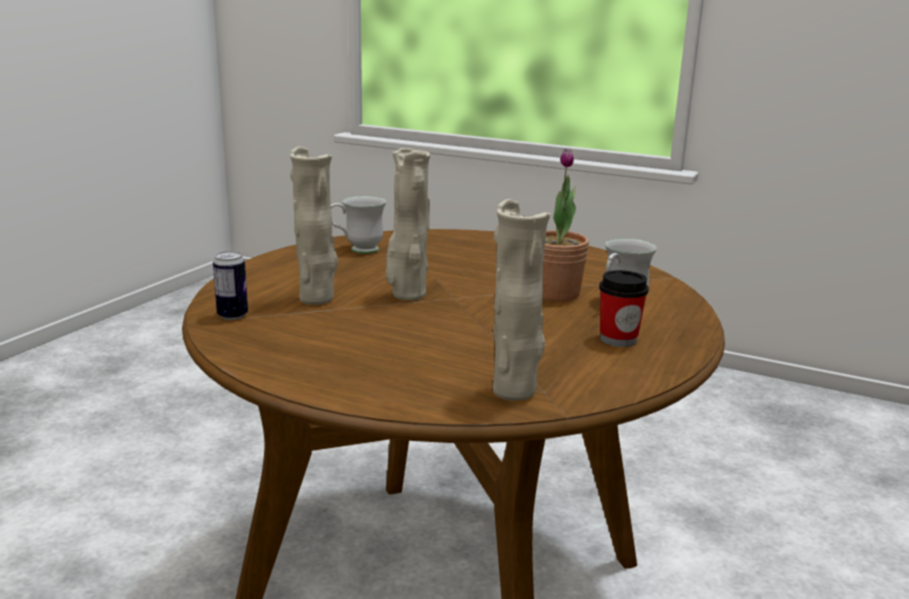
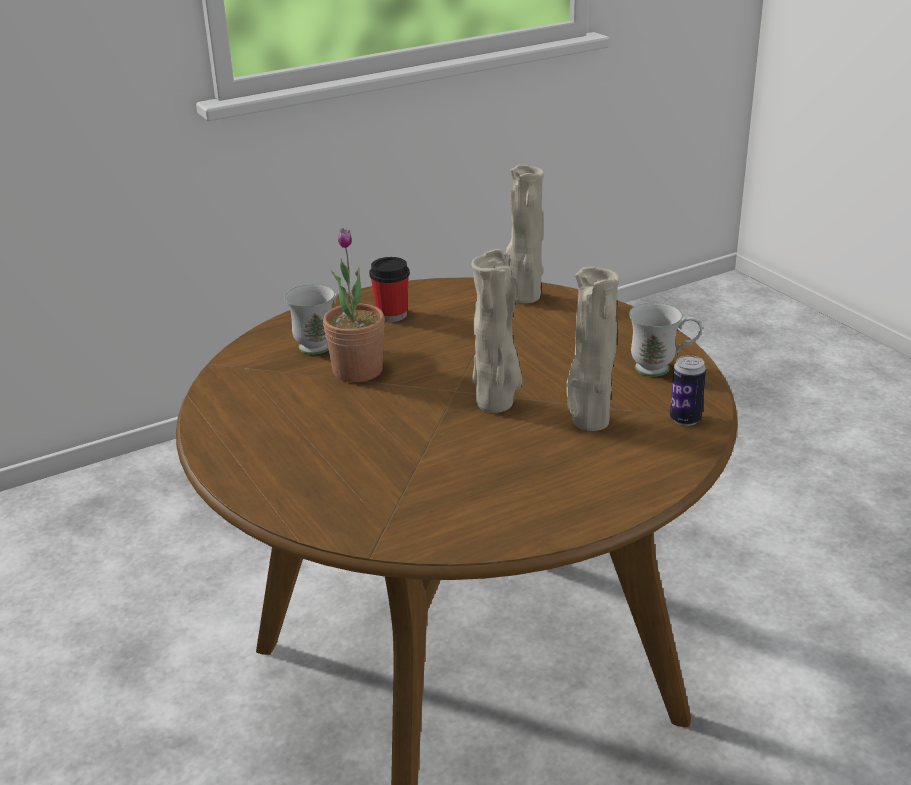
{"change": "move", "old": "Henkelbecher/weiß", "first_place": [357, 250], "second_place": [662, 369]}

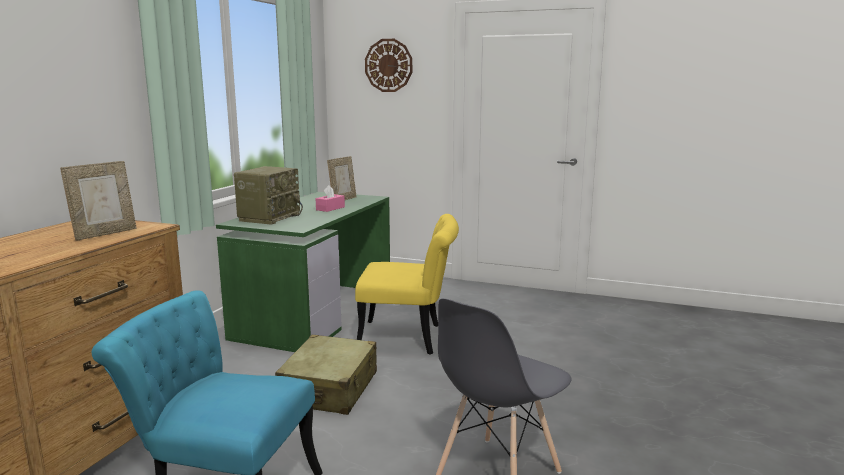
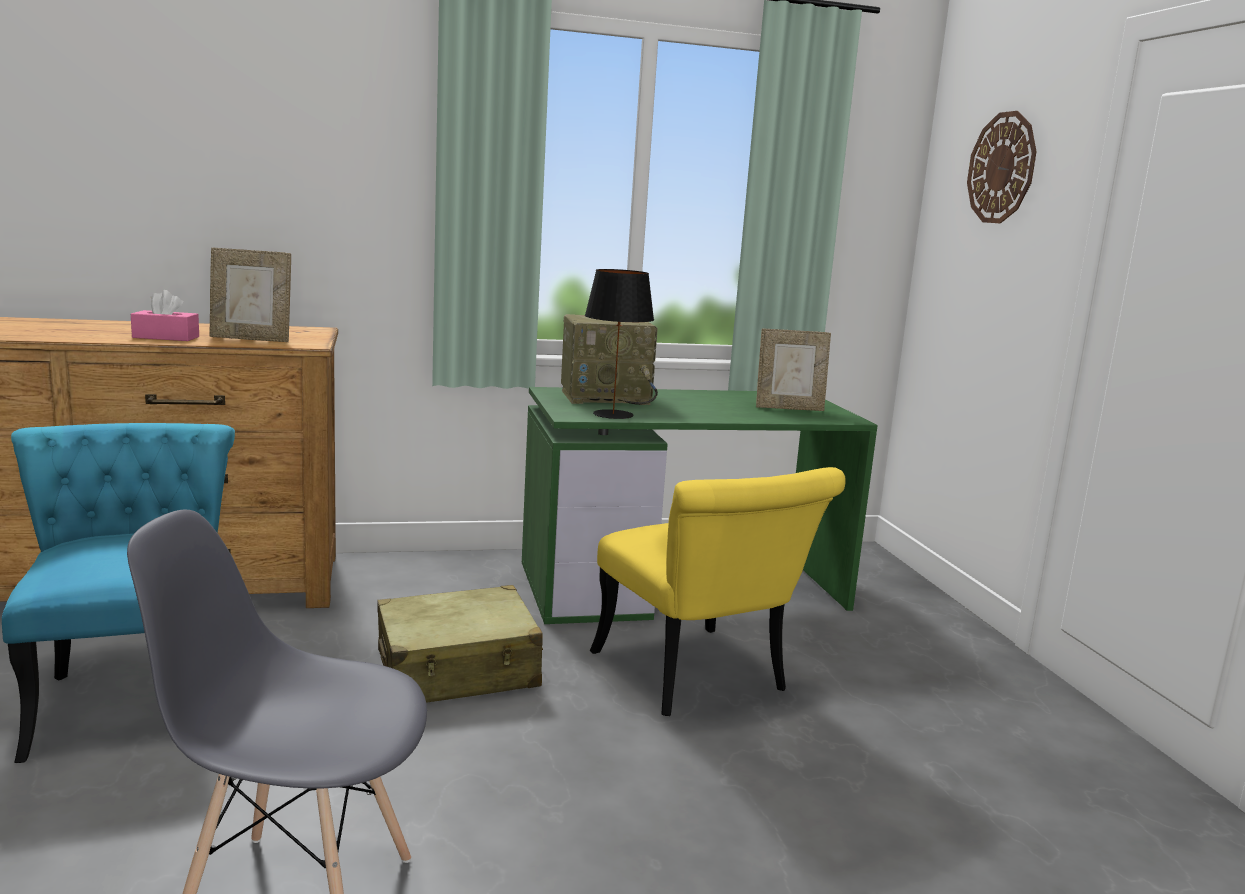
{"change": "move", "old": "Taschentuchbox/rosa", "first_place": [330, 208], "second_place": [166, 337]}
{"change": "insert", "new": "Tischlampe/schwarz", "second_place": [613, 414]}

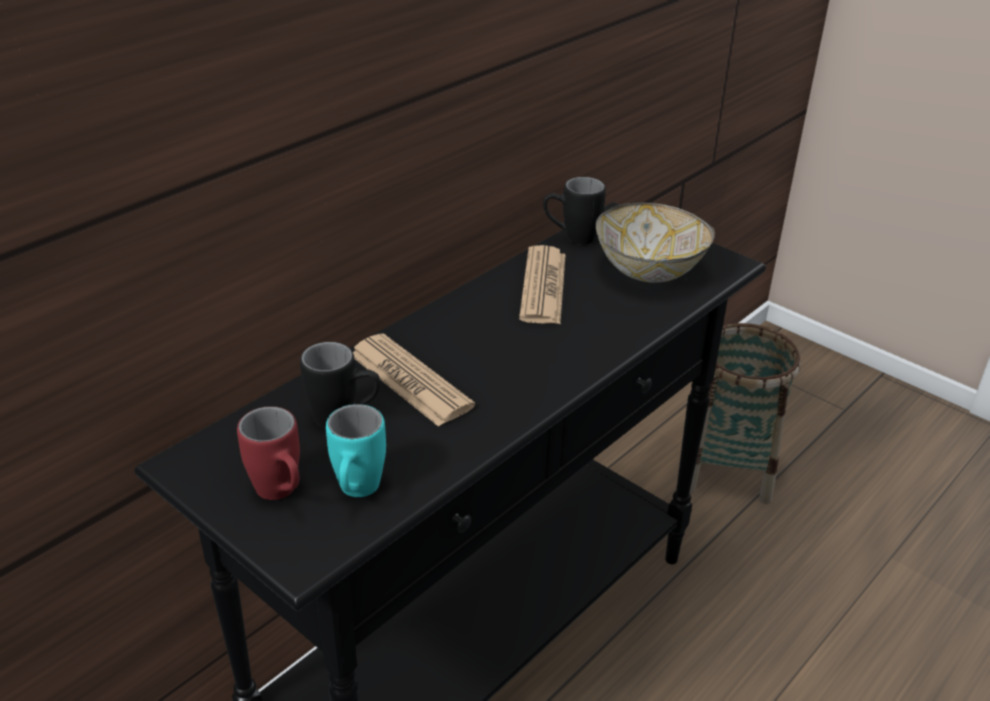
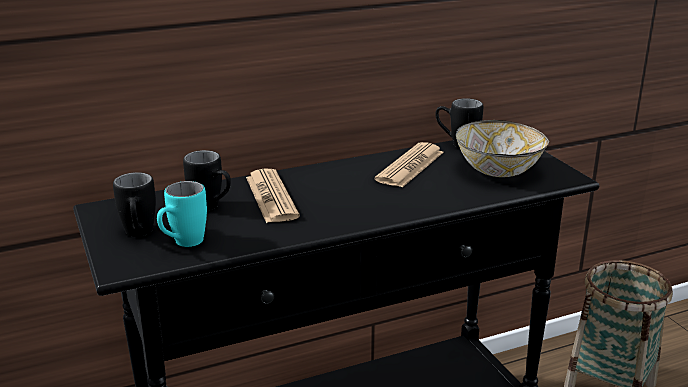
{"change": "recolor", "old": "Henkelbecher/rot", "new": "Henkelbecher/schwarz", "first_place": [282, 494], "second_place": [139, 235]}

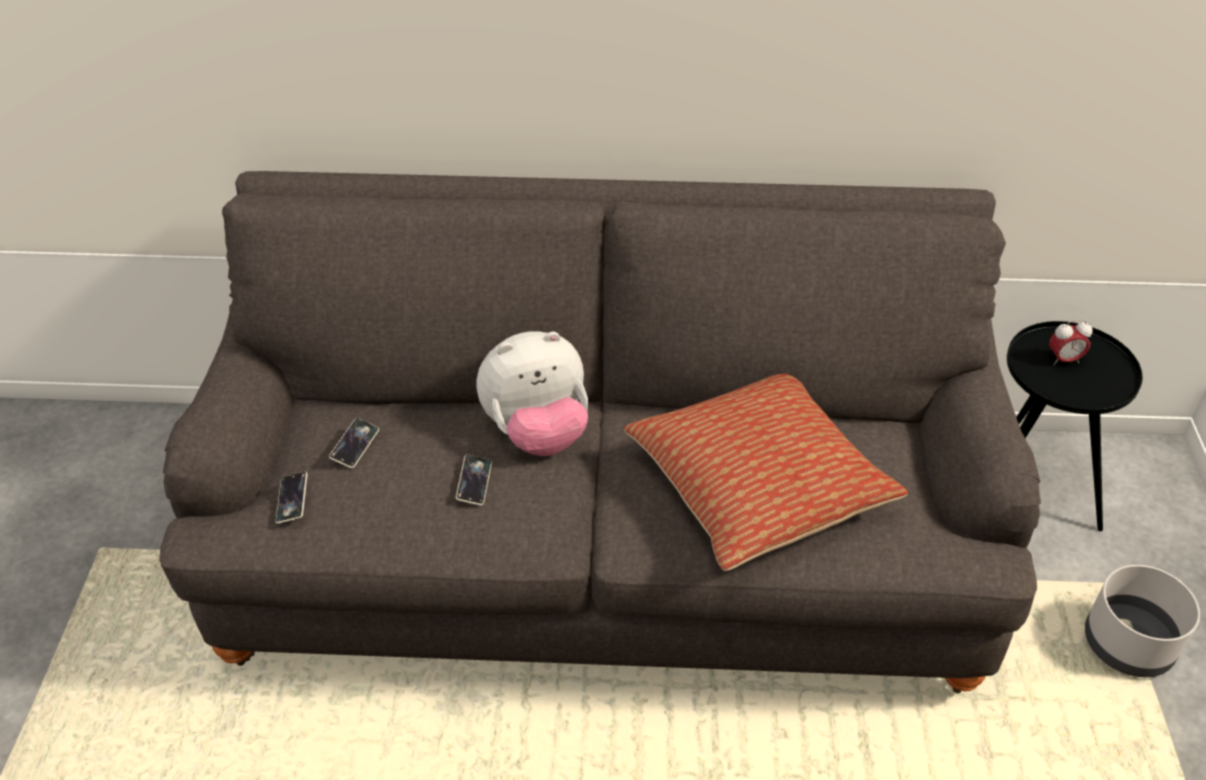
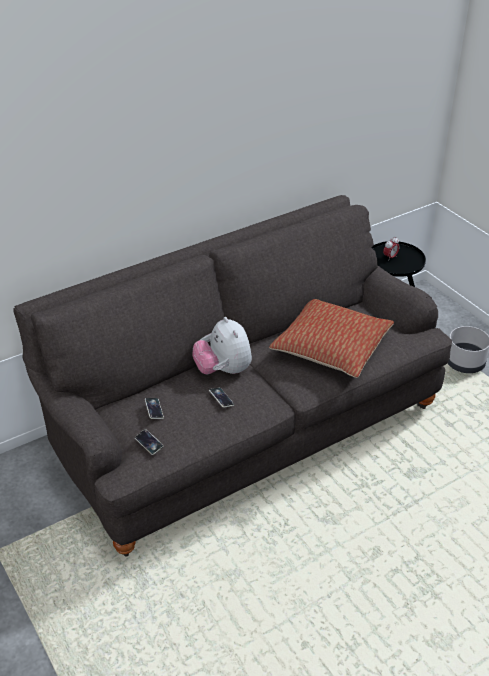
{"change": "rotate", "old": "Plüschtier", "first_place": [537, 433], "second_place": [223, 370], "degrees": 120}

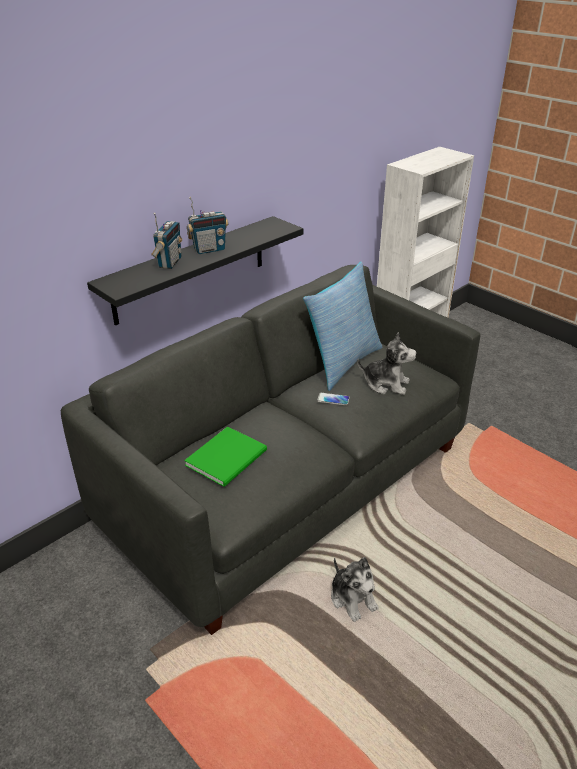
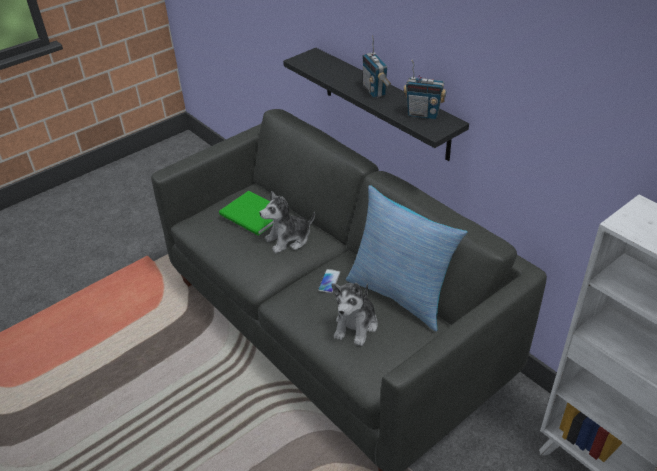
{"change": "move", "old": "Radio", "first_place": [169, 263], "second_place": [423, 114]}
{"change": "move", "old": "Plüschtier", "first_place": [352, 598], "second_place": [288, 239]}

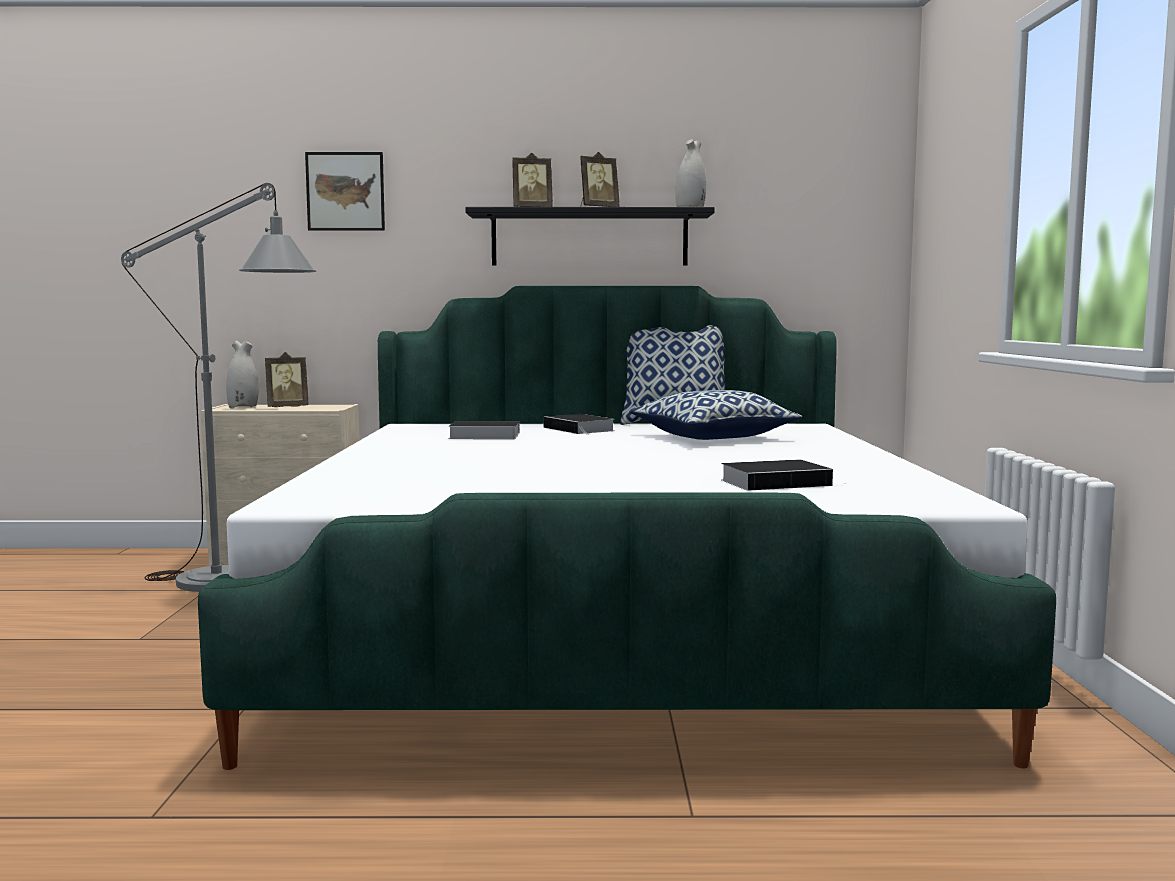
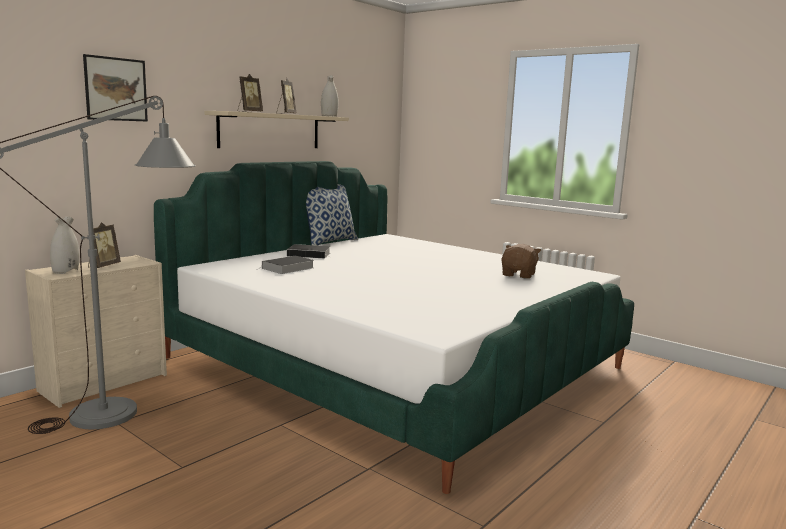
{"change": "recolor", "old": "Wandregal/schwarz", "new": "Wandregal/beige", "first_place": [589, 239], "second_place": [270, 131]}
{"change": "delete", "old": "Kissen", "first_place": [713, 437]}
{"change": "replace", "old": "Buch", "new": "Plüschtier/braun", "first_place": [777, 482], "second_place": [519, 275]}

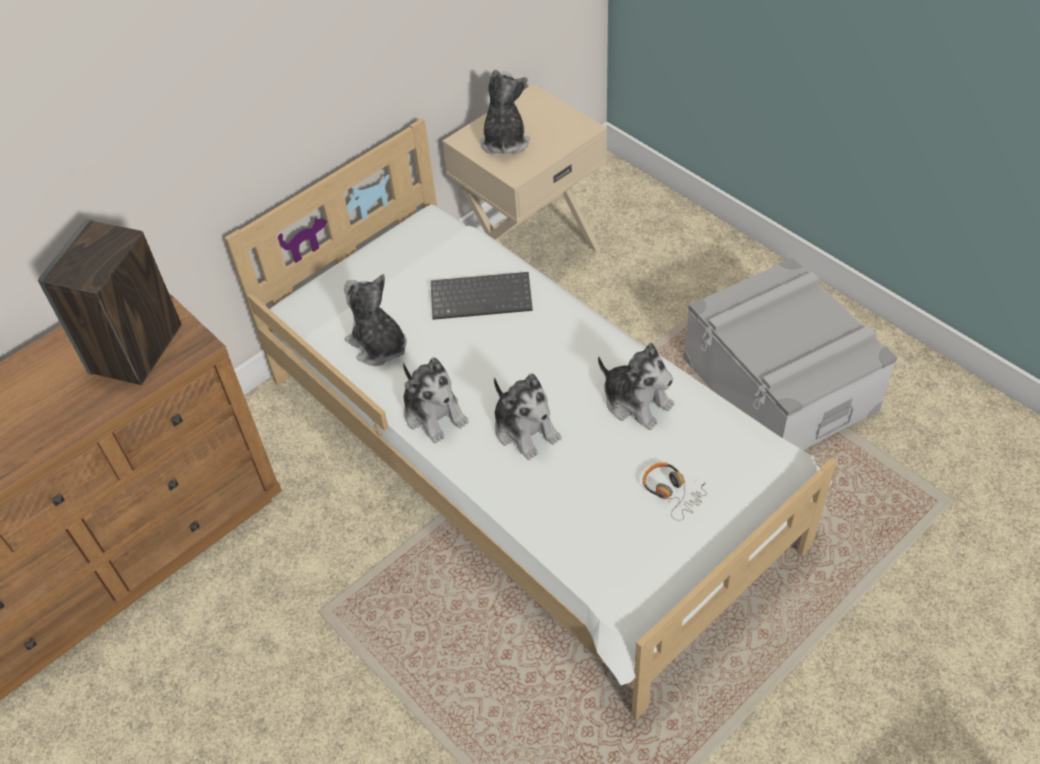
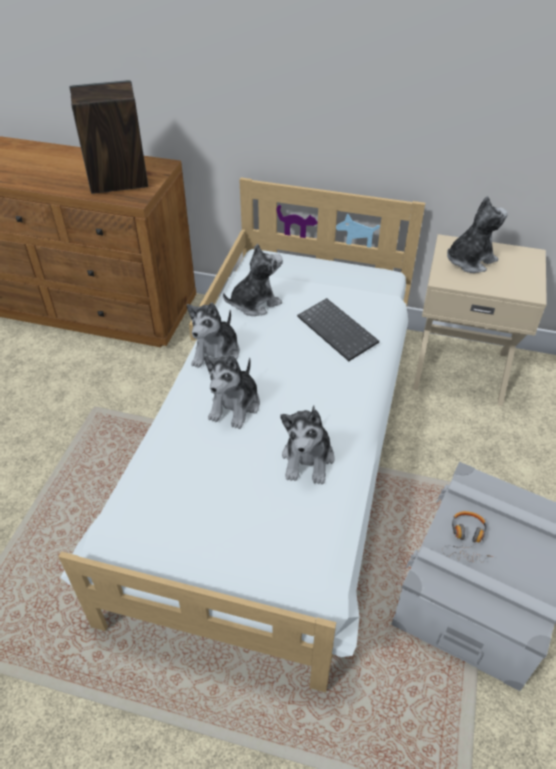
{"change": "rotate", "old": "Plüschtier", "first_place": [378, 346], "second_place": [254, 303], "degrees": 45}
{"change": "move", "old": "Kopfhörer", "first_place": [672, 492], "second_place": [466, 540]}

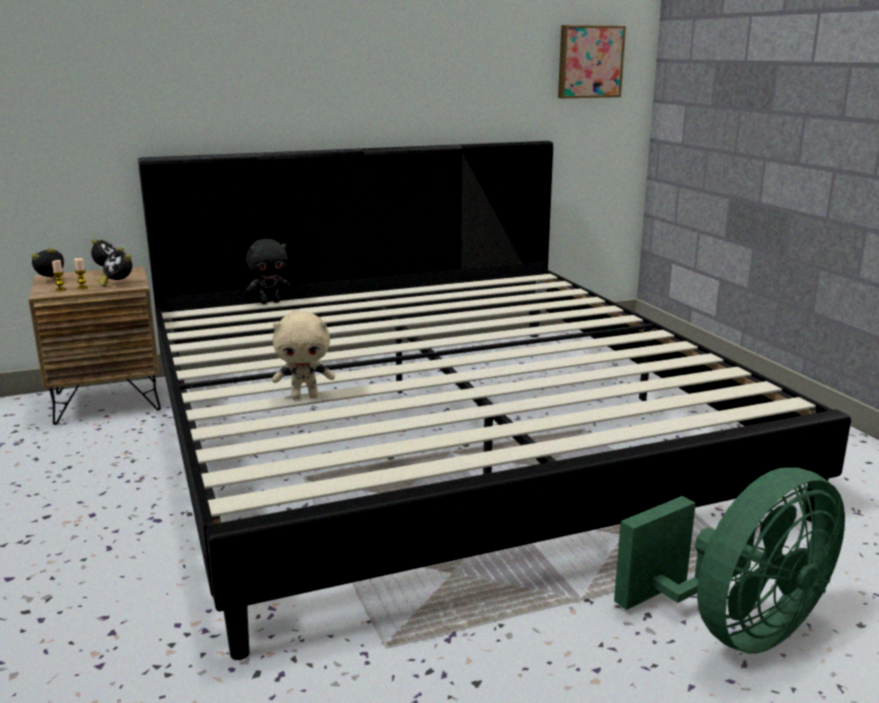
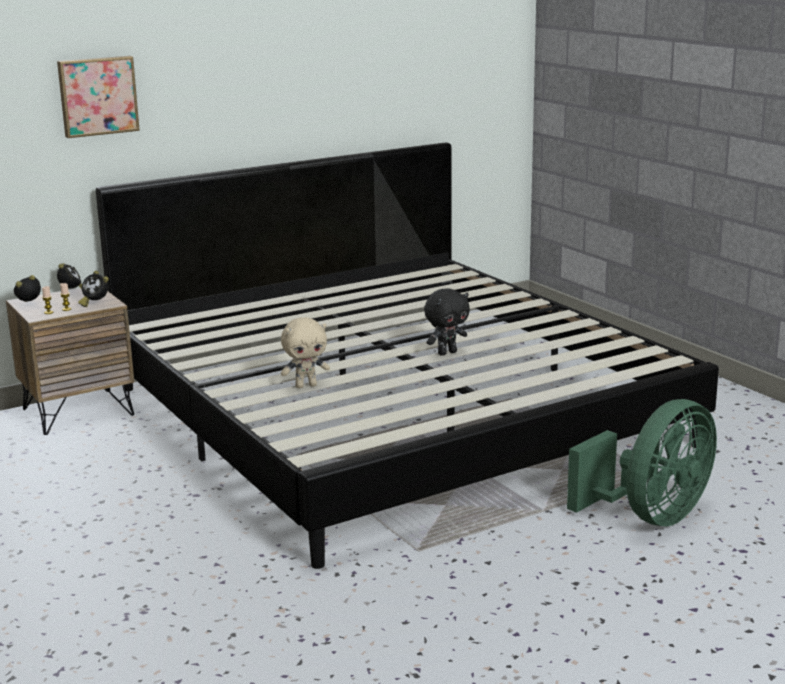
{"change": "move", "old": "Plüschtier/schwarz", "first_place": [270, 302], "second_place": [447, 353]}
{"change": "move", "old": "Bild", "first_place": [589, 61], "second_place": [97, 96]}

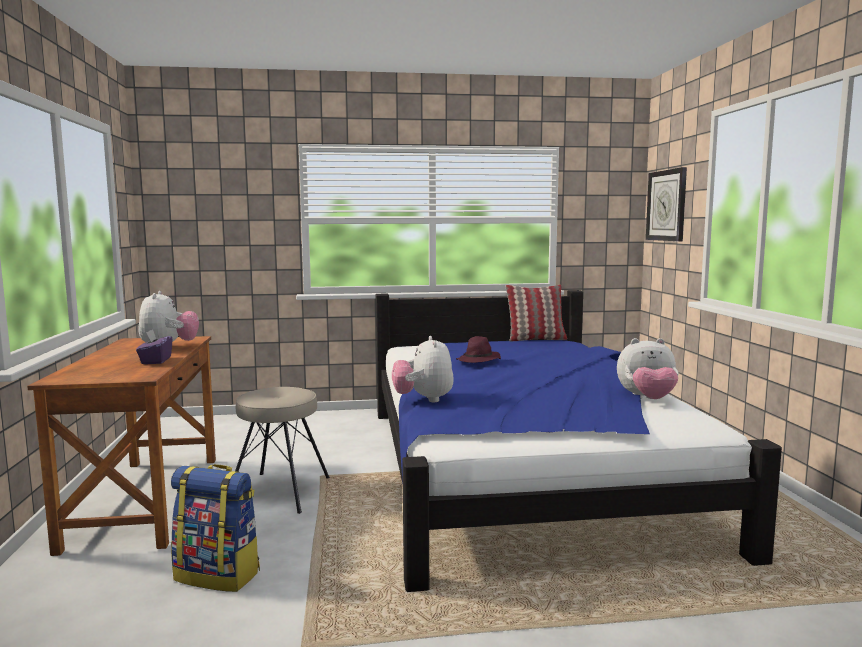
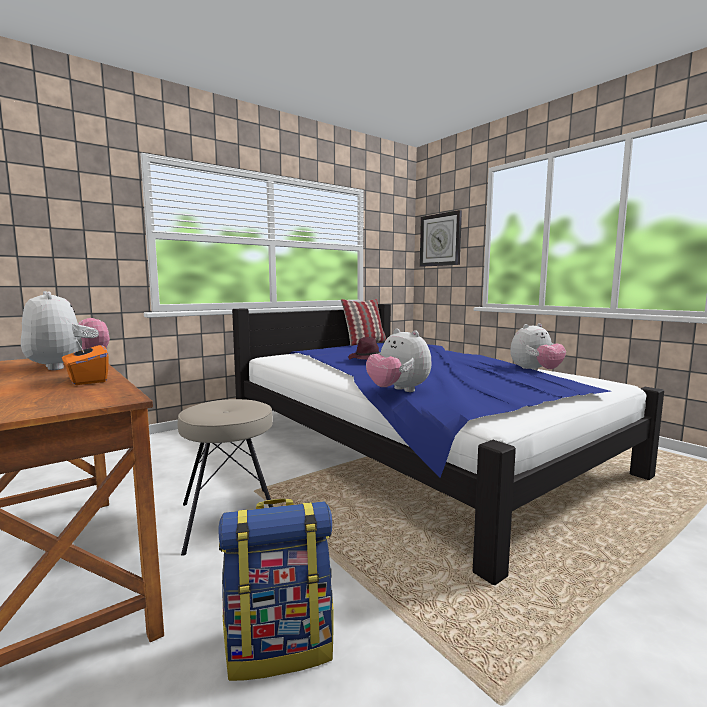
{"change": "recolor", "old": "Taschentuchbox/lila", "new": "Taschentuchbox/orange", "first_place": [155, 361], "second_place": [86, 380]}

